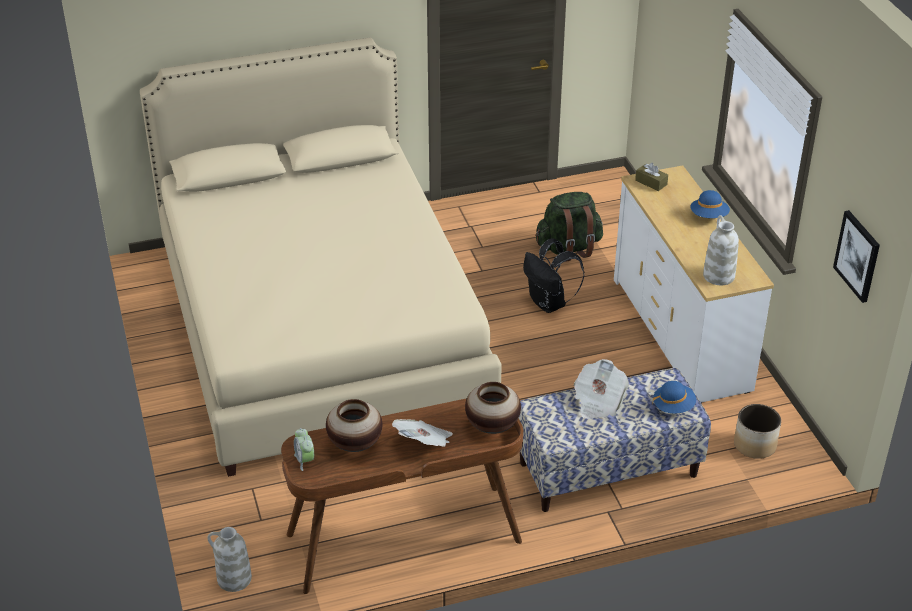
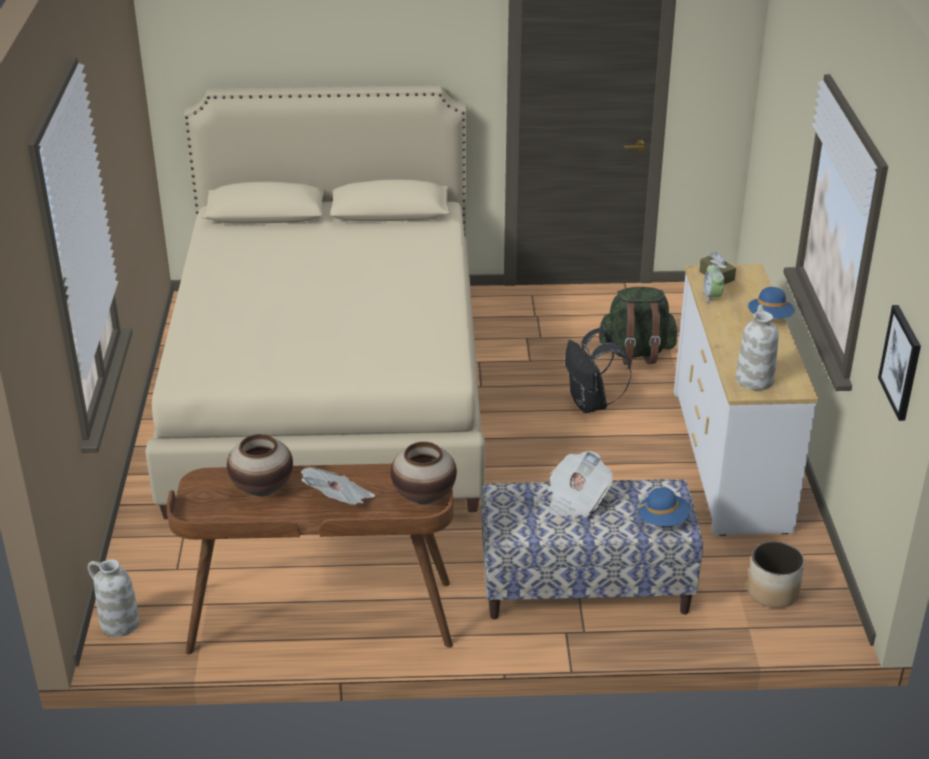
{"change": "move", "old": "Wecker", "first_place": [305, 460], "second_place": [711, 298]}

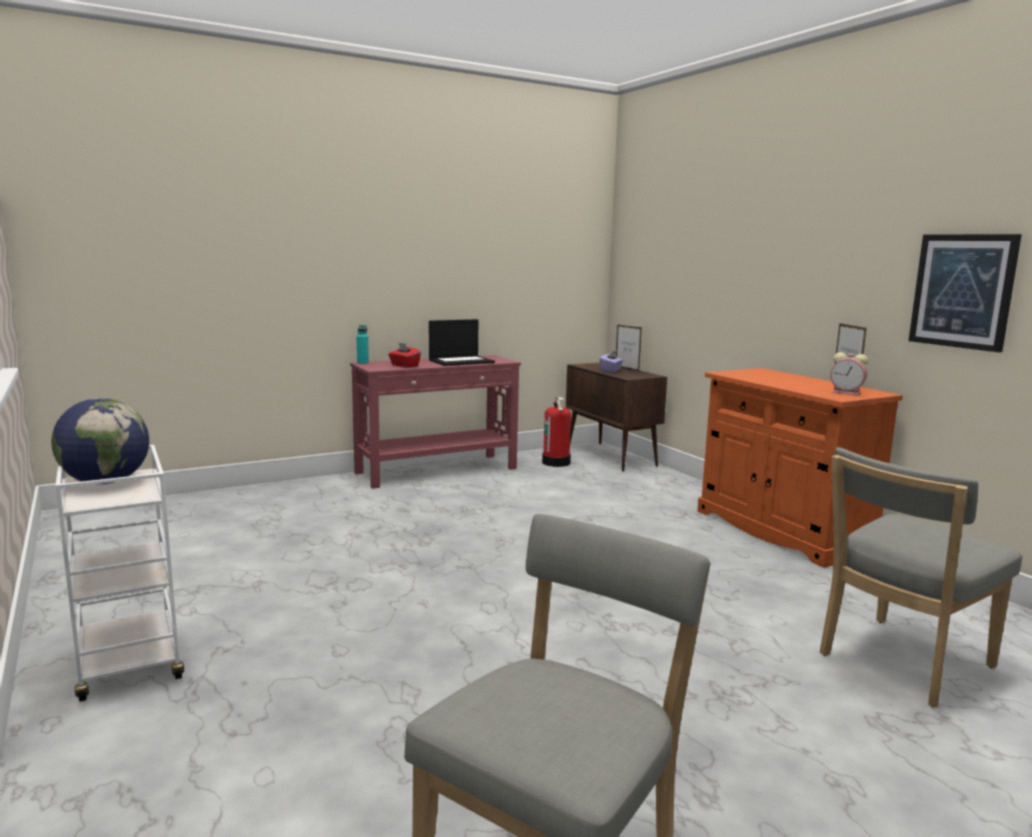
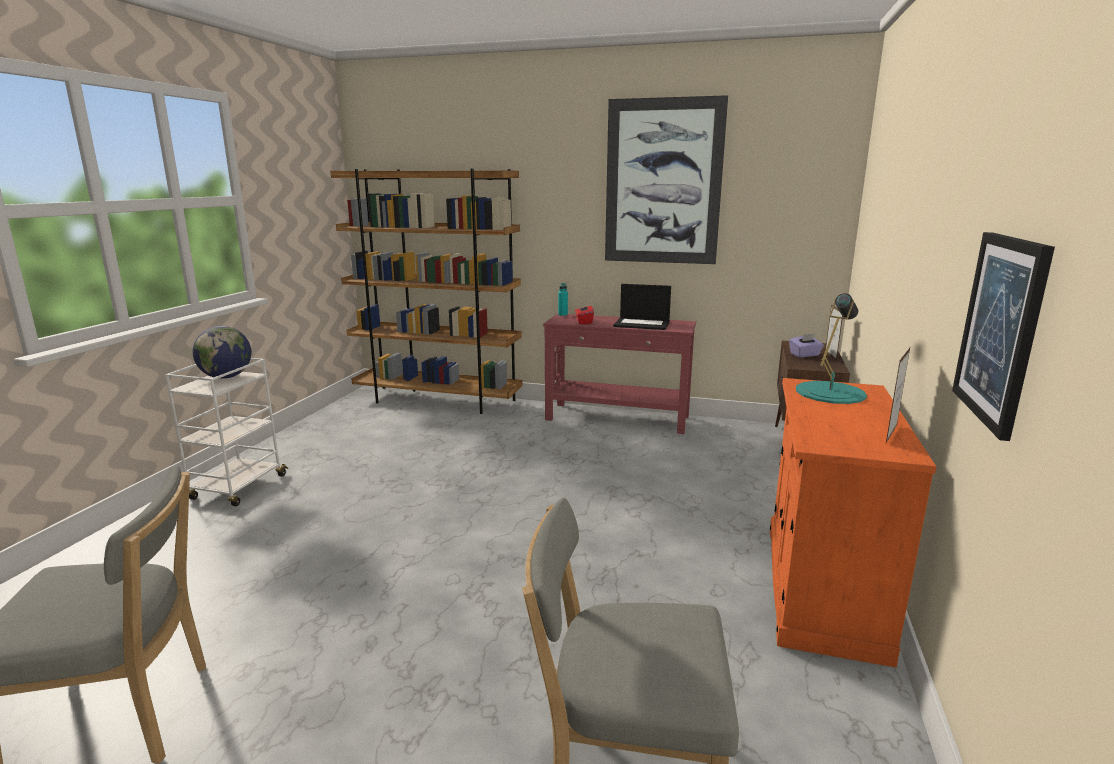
{"change": "delete", "old": "Feuerlöscher", "first_place": [556, 462]}
{"change": "delete", "old": "Wecker", "first_place": [847, 393]}
{"change": "insert", "new": "Bücherregal/braun", "second_place": [438, 400]}
{"change": "insert", "new": "Bild", "second_place": [663, 182]}
{"change": "insert", "new": "Tischlampe/türkis", "second_place": [830, 392]}

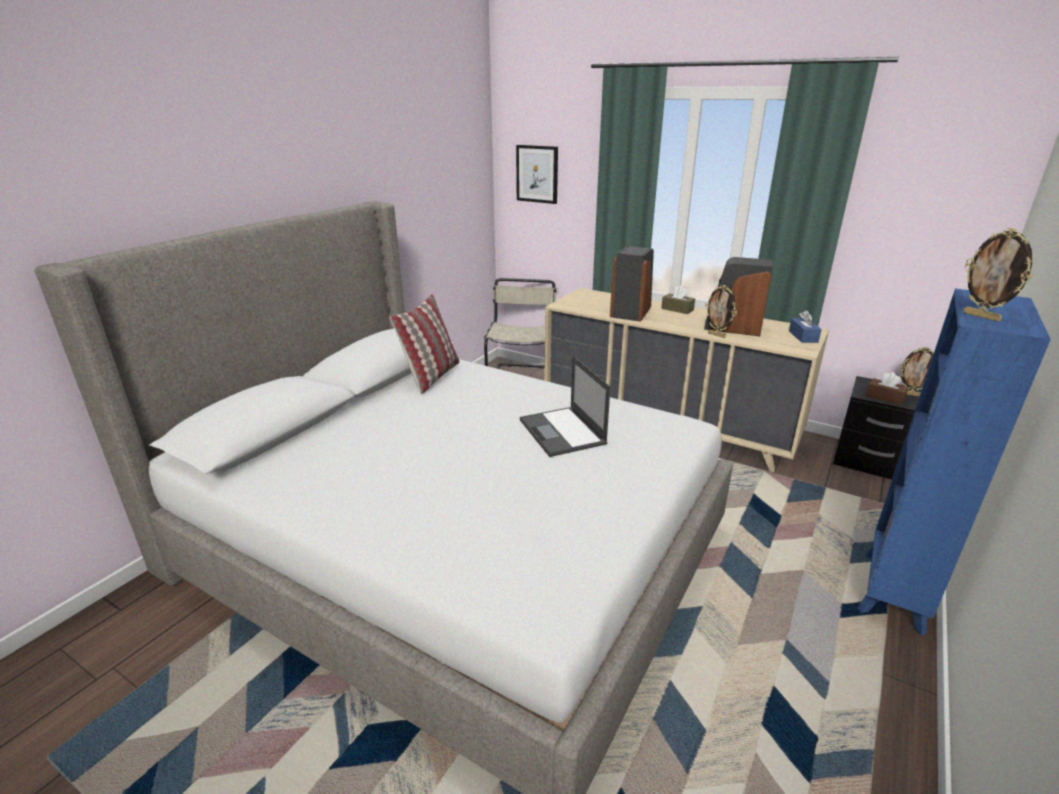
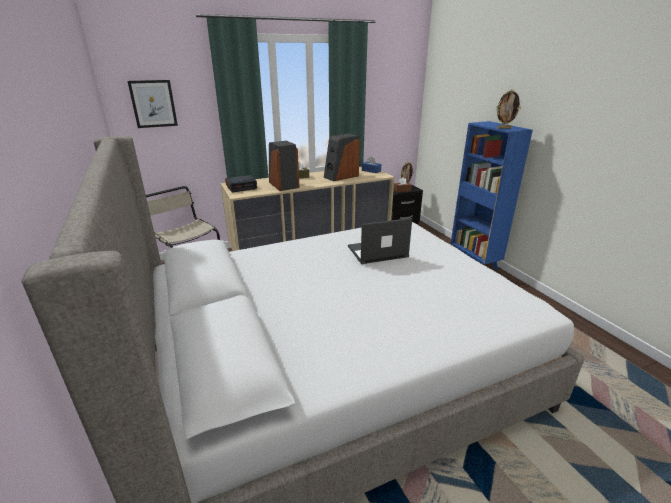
{"change": "delete", "old": "Kissen", "first_place": [431, 376]}
{"change": "rotate", "old": "Laptop", "first_place": [563, 432], "second_place": [376, 252], "degrees": 150}
{"change": "delete", "old": "Bilderrahmen", "first_place": [717, 335]}
{"change": "insert", "new": "Wecker", "second_place": [241, 187]}

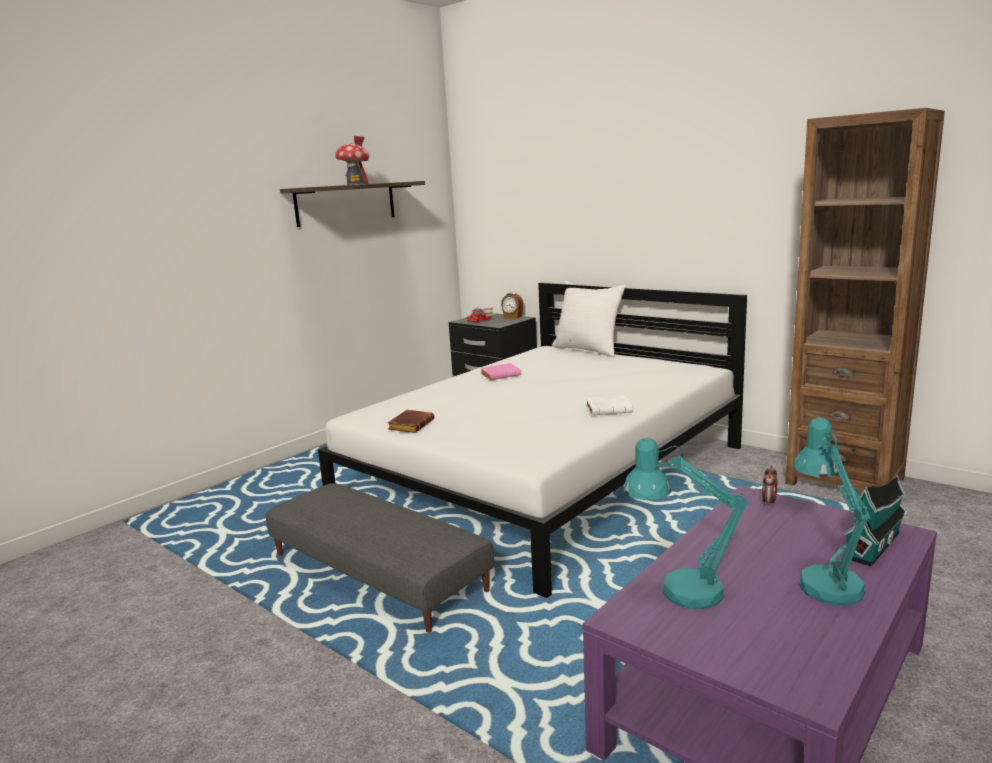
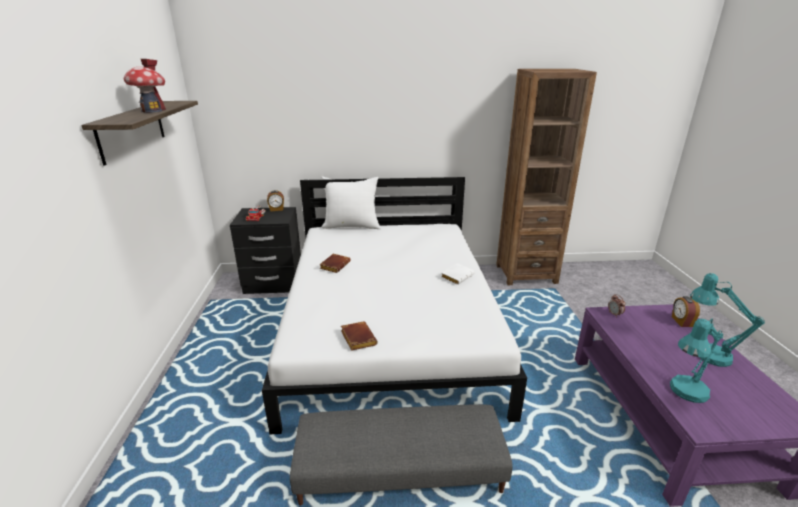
{"change": "recolor", "old": "Buch/rosa", "new": "Buch/braun", "first_place": [501, 375], "second_place": [334, 265]}
{"change": "replace", "old": "Spielzeughaus", "new": "Wecker", "first_place": [874, 544], "second_place": [681, 321]}

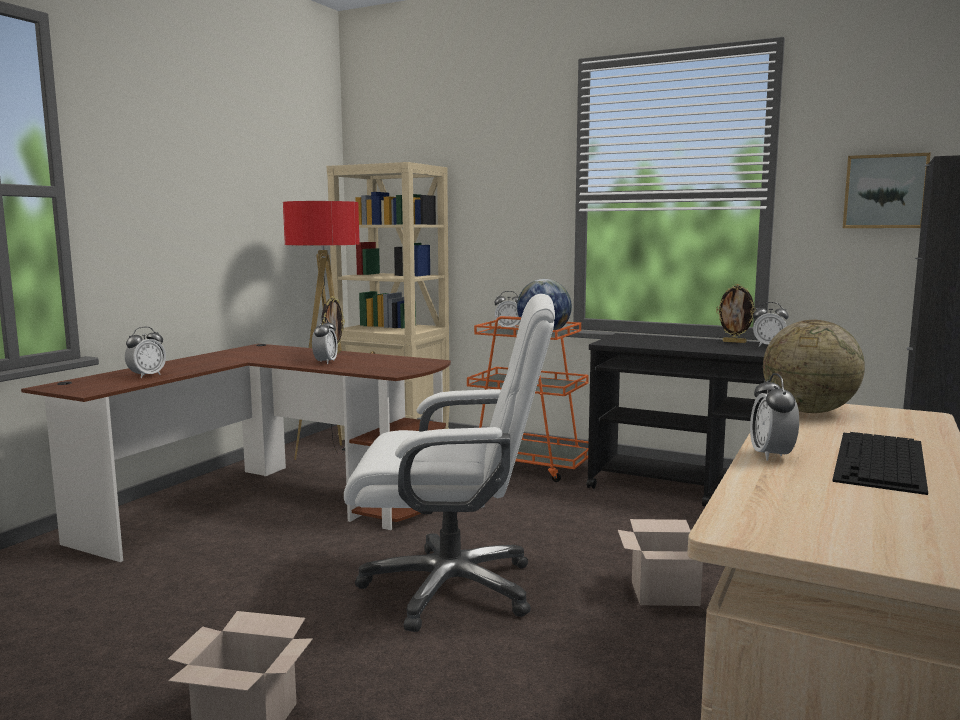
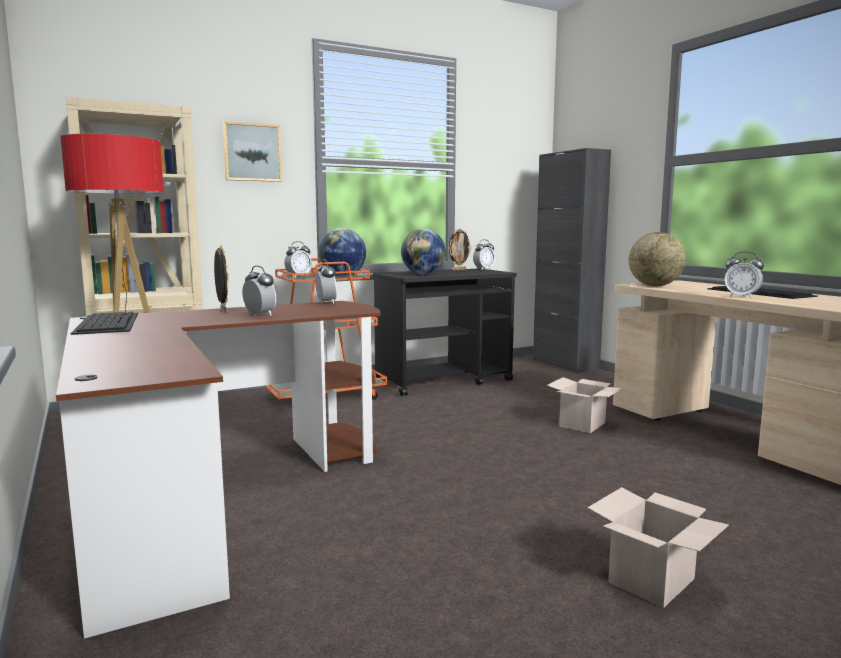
{"change": "move", "old": "Wecker", "first_place": [147, 376], "second_place": [326, 303]}
{"change": "delete", "old": "Bürostuhl/weiß", "first_place": [452, 587]}
{"change": "move", "old": "Bild", "first_place": [885, 191], "second_place": [252, 152]}
{"change": "insert", "new": "Tastatur", "second_place": [107, 323]}
{"change": "insert", "new": "Globus", "second_place": [423, 274]}

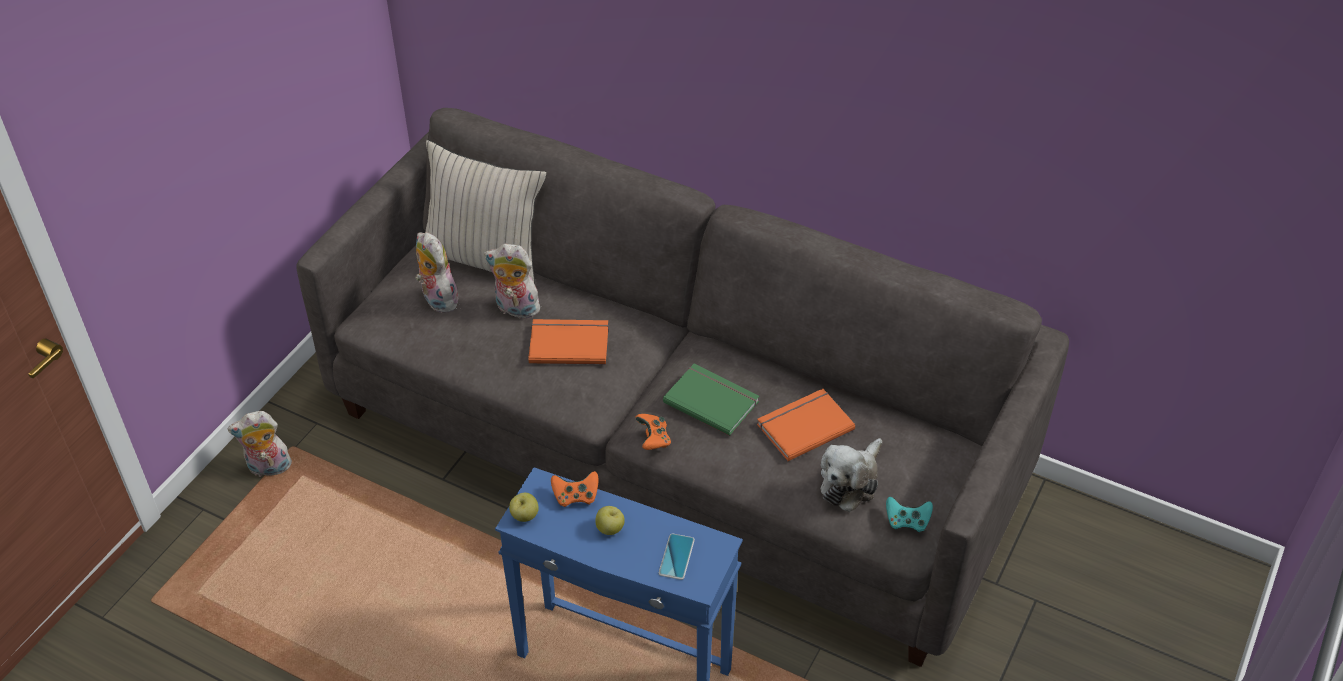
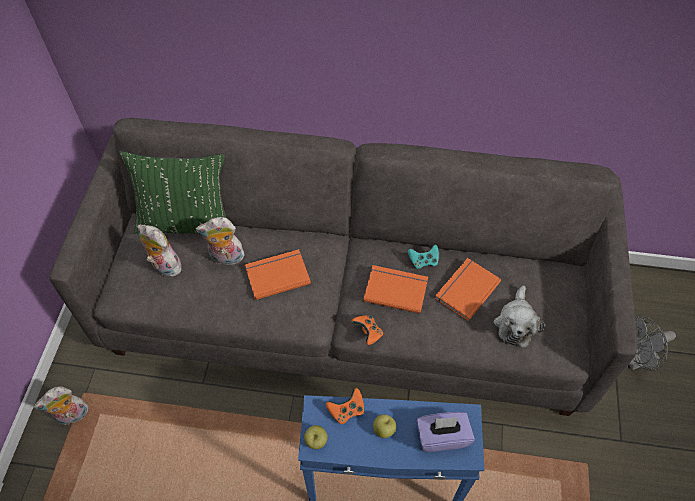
{"change": "recolor", "old": "Kissen/beige", "new": "Kissen/grün", "first_place": [485, 259], "second_place": [186, 223]}
{"change": "replace", "old": "Handy", "new": "Taschentuchbox/lila", "first_place": [676, 557], "second_place": [442, 437]}
{"change": "recolor", "old": "Buch/grün", "new": "Buch/orange", "first_place": [712, 400], "second_place": [395, 289]}
{"change": "move", "old": "Gamepad/türkis", "first_place": [907, 521], "second_place": [423, 261]}
{"change": "insert", "new": "Ventilator/grau", "second_place": [635, 360]}

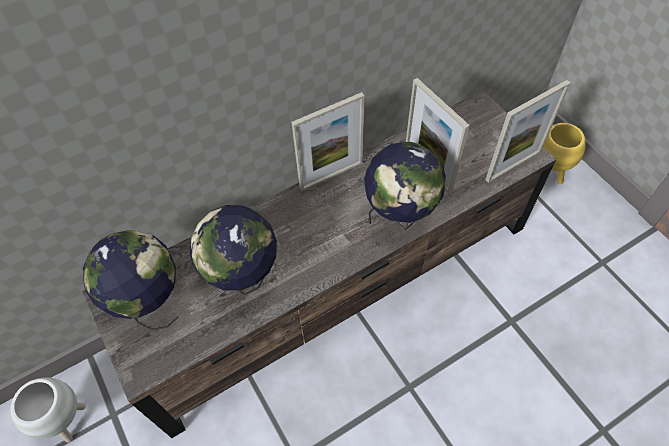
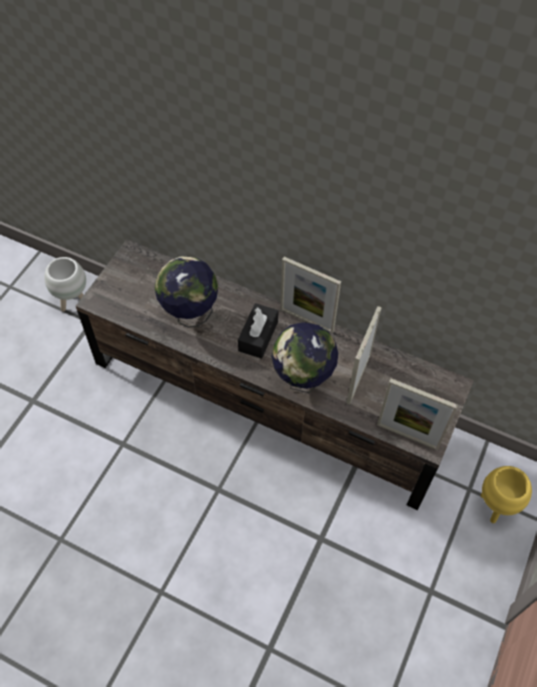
{"change": "delete", "old": "Globus", "first_place": [150, 302]}
{"change": "insert", "new": "Taschentuchbox/schwarz", "second_place": [258, 336]}

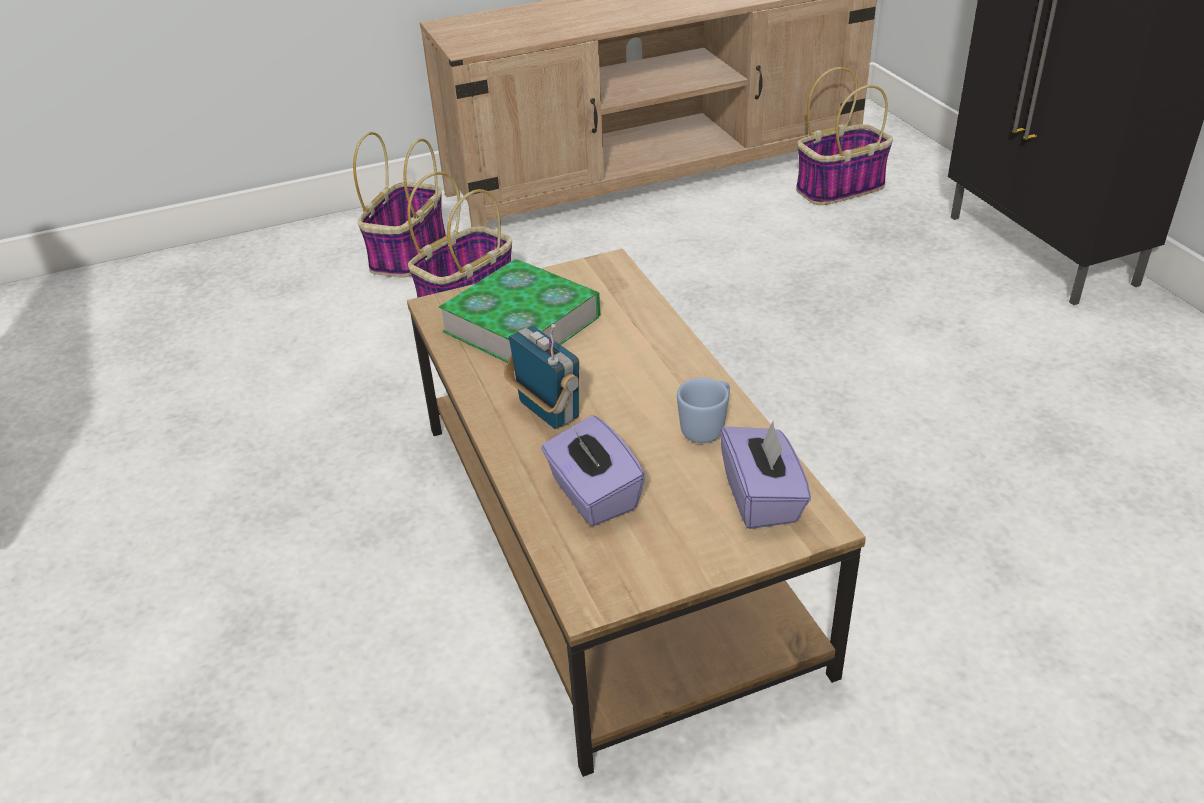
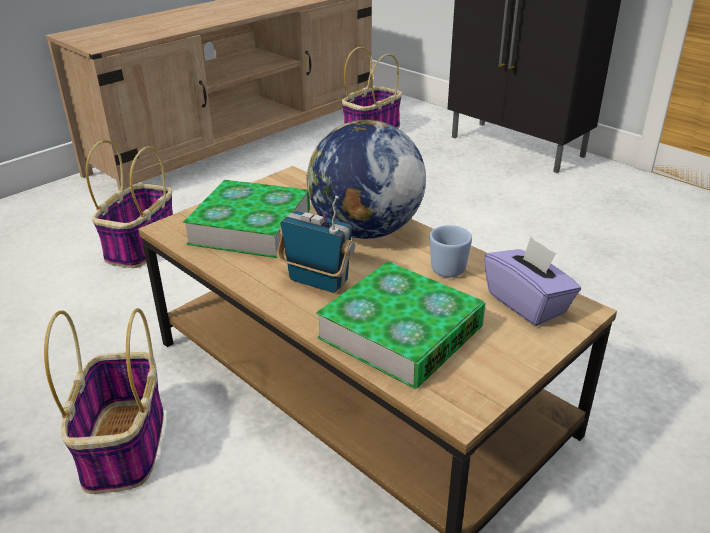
{"change": "move", "old": "Korb", "first_place": [408, 254], "second_place": [124, 447]}
{"change": "replace", "old": "Taschentuchbox/lila", "new": "Buch", "first_place": [593, 495], "second_place": [401, 332]}
{"change": "insert", "new": "Globus", "second_place": [365, 231]}

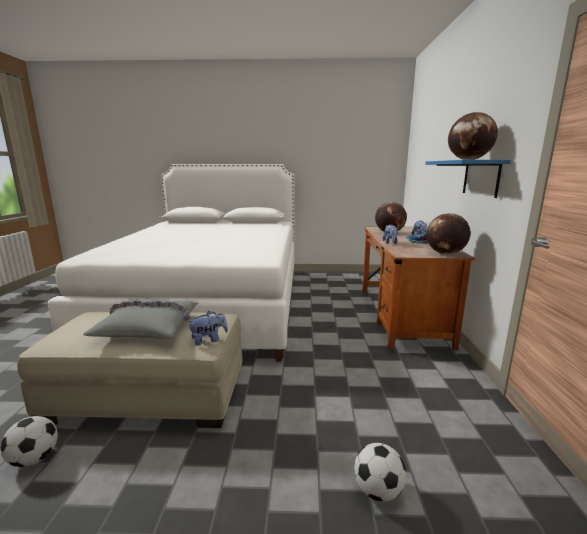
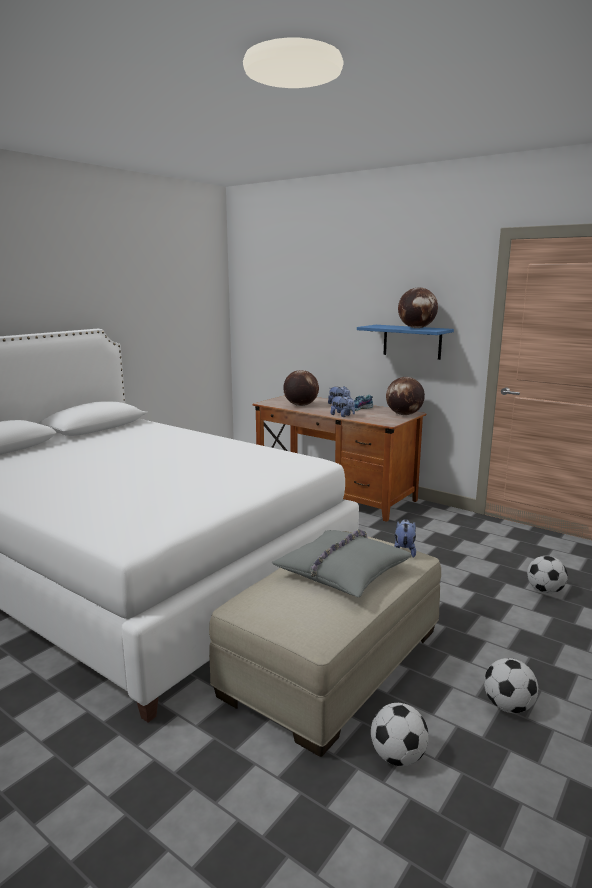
{"change": "insert", "new": "Fußball", "second_place": [508, 706]}

